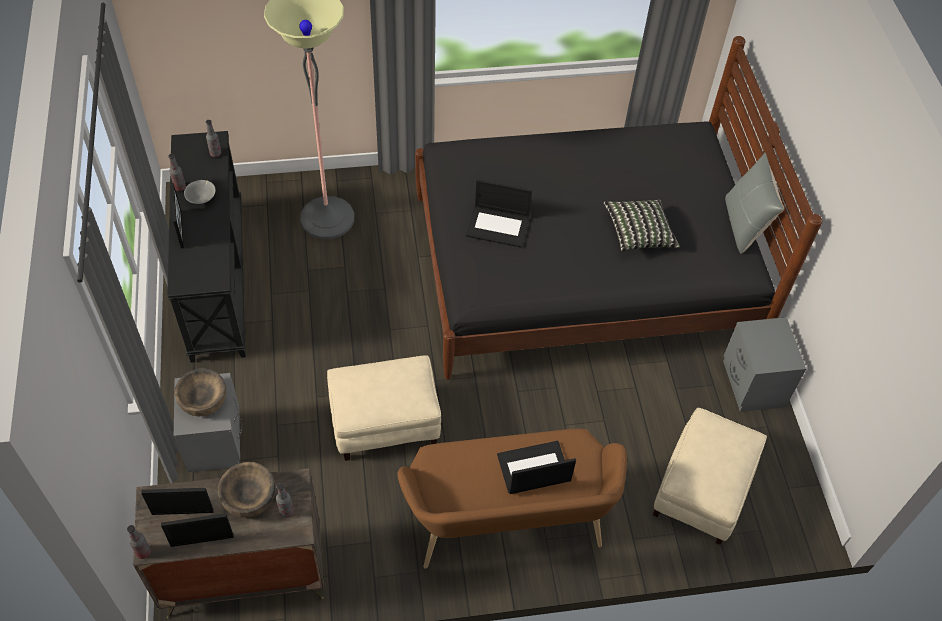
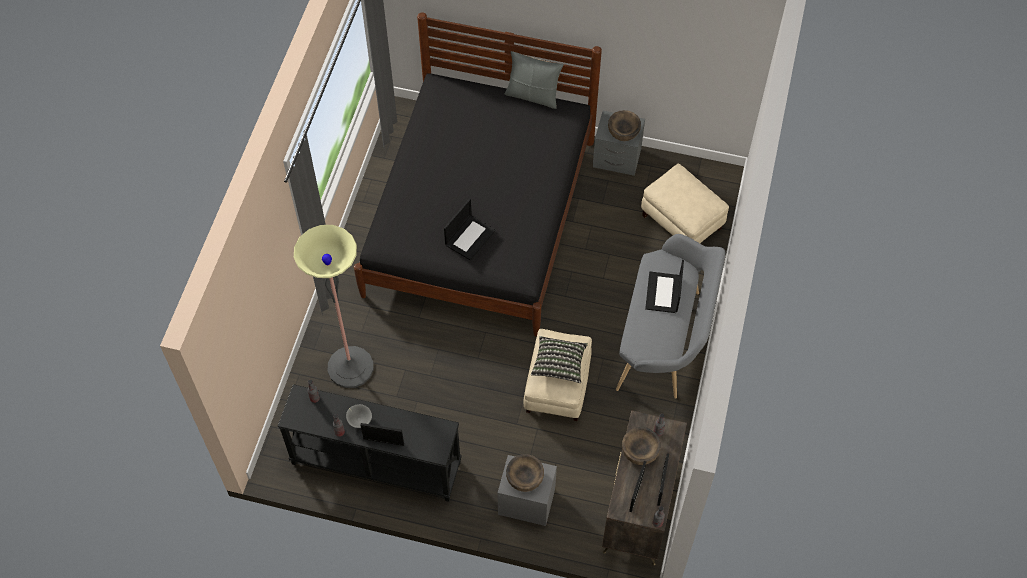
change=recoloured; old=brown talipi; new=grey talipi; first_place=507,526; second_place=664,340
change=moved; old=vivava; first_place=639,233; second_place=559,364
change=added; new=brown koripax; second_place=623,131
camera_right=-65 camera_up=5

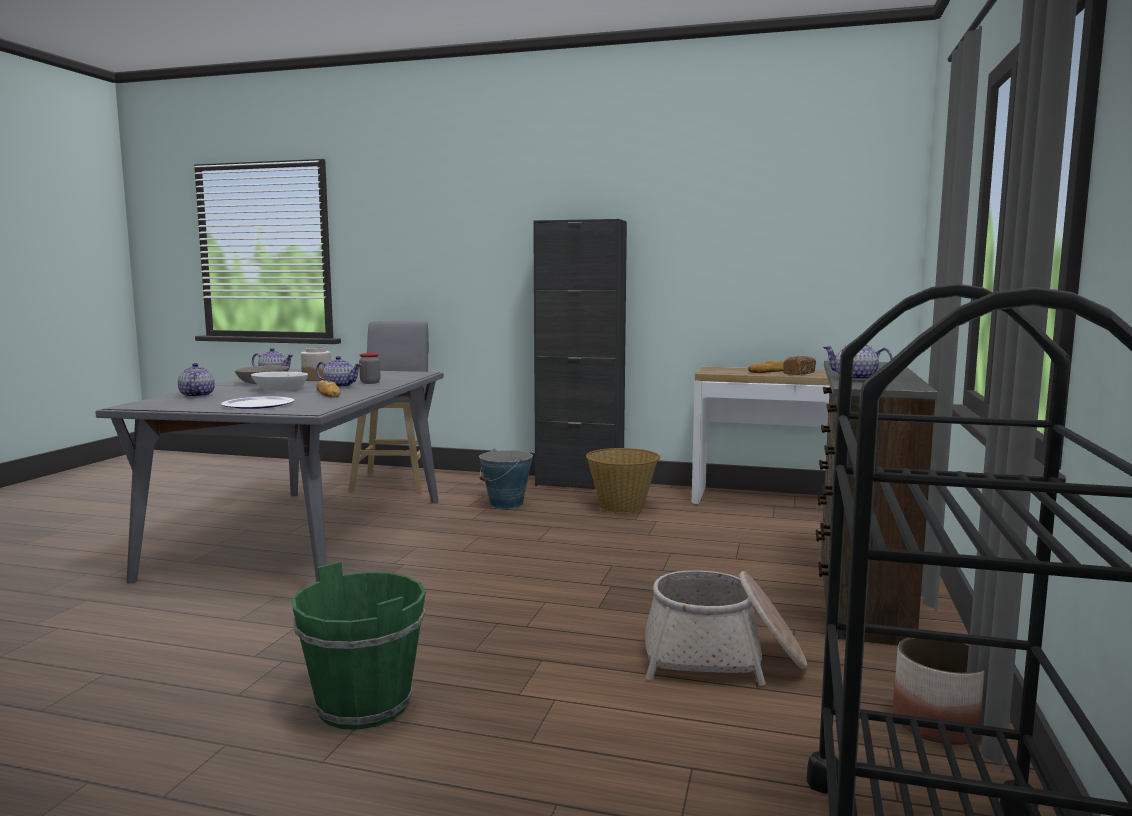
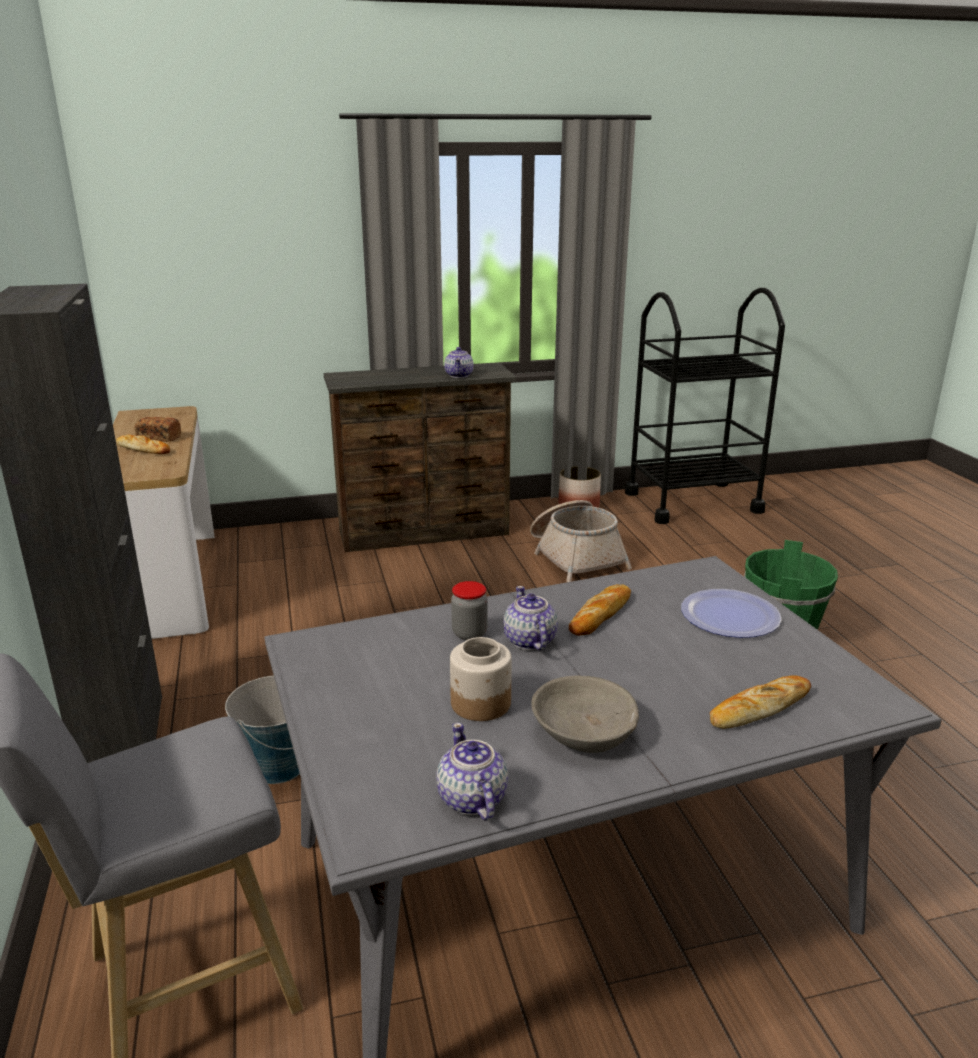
change=replaced; old=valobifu; new=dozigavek; first_place=196,395; second_place=759,708
change=removed; old=white koripax; first_place=280,389
change=removed; old=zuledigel; first_place=622,506
camera_right=-120 camera_up=15

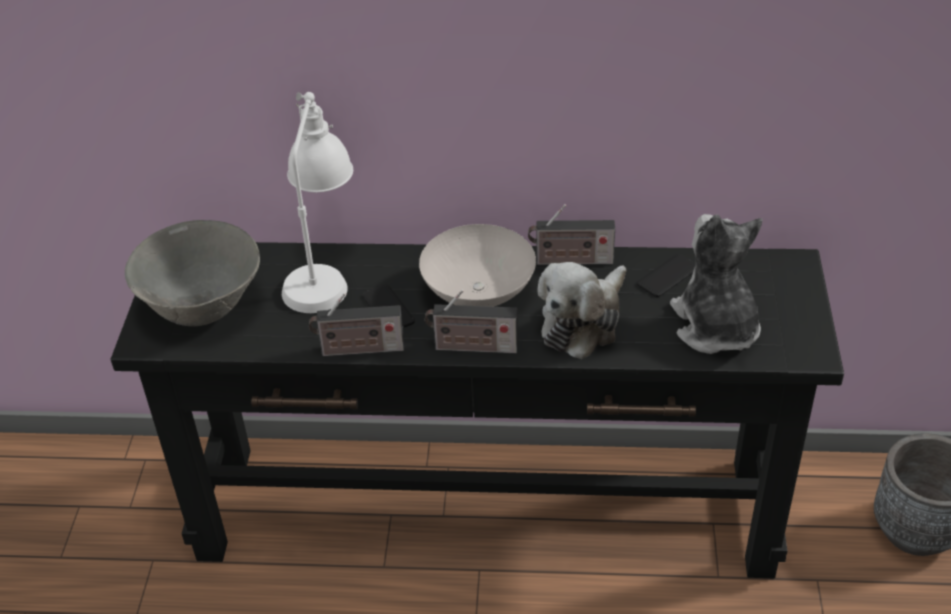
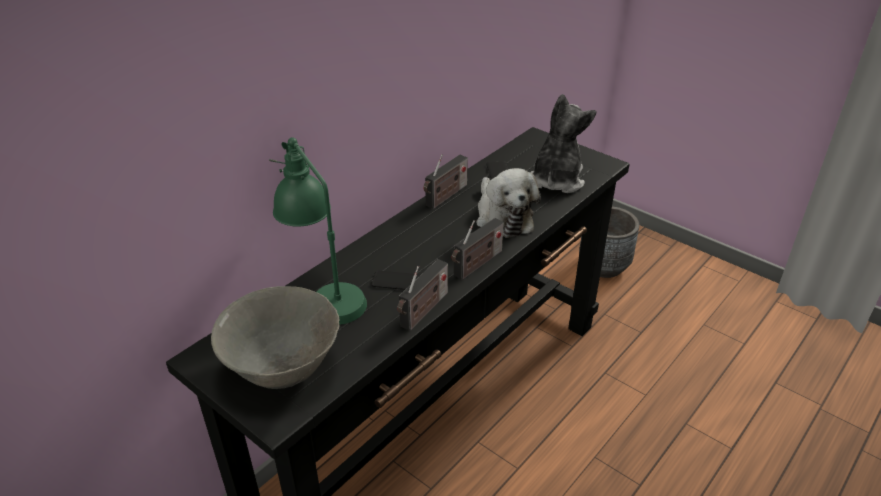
change=recoloured; old=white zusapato; new=green zusapato; first_place=322,271; second_place=323,293
change=removed; old=white koripax; first_place=477,294
change=turned; old=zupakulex; first_place=715,327; second_place=556,179; degrees=90
camera_right=-55 camera_up=-5

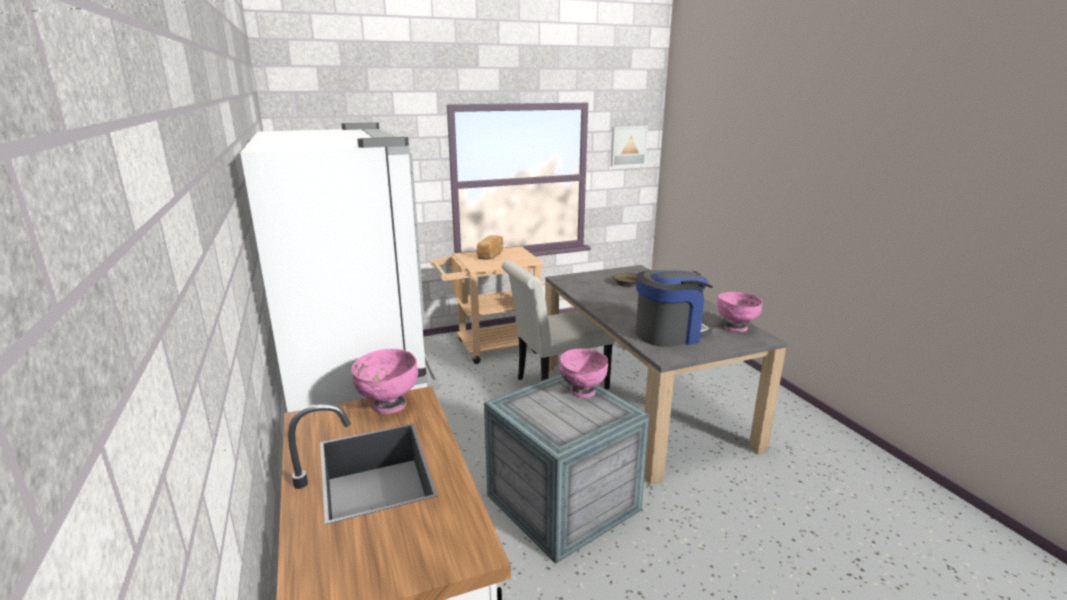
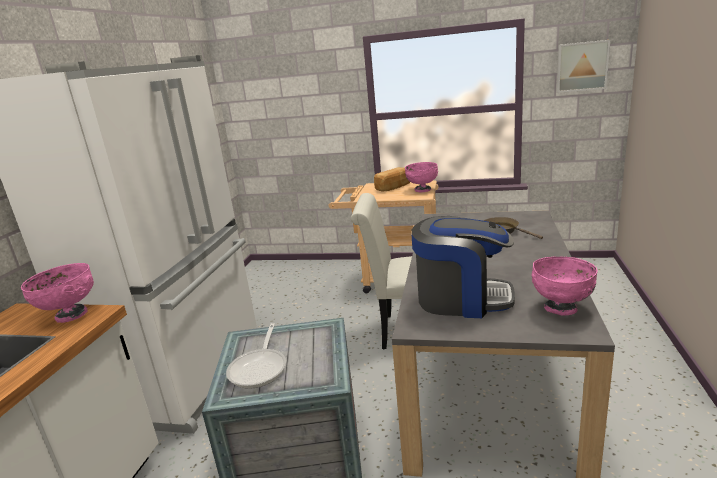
change=moved; old=pink koripax; first_place=582,392; second_place=422,190
change=added; new=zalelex; second_place=260,368
camera_right=35 camera_up=0

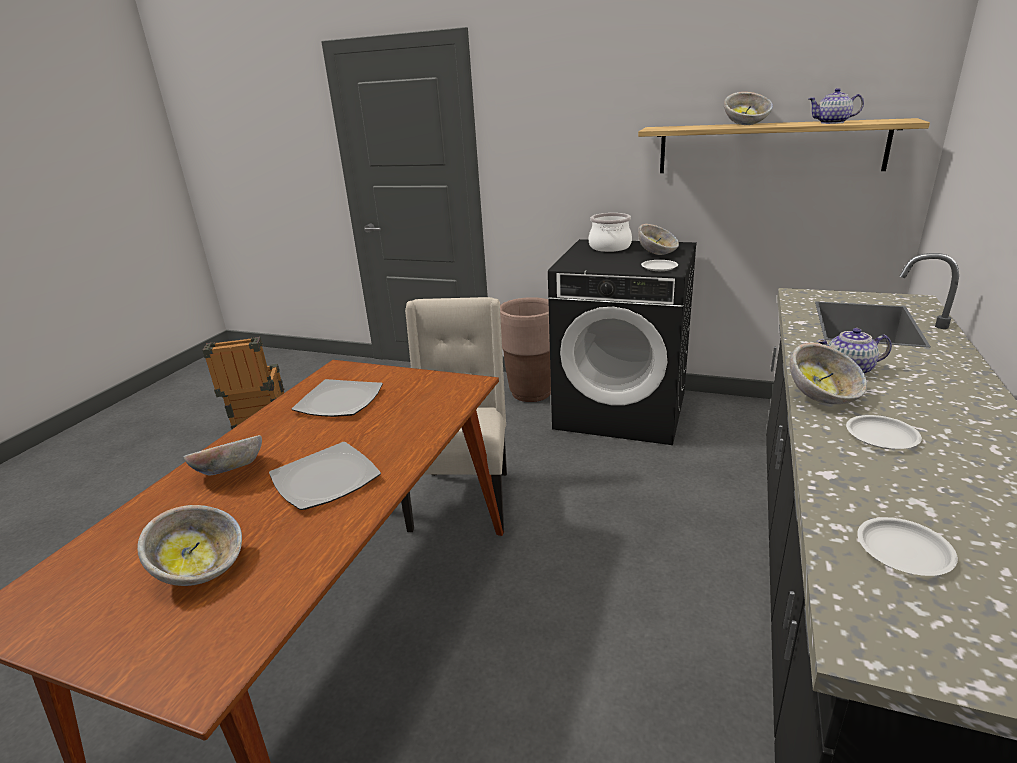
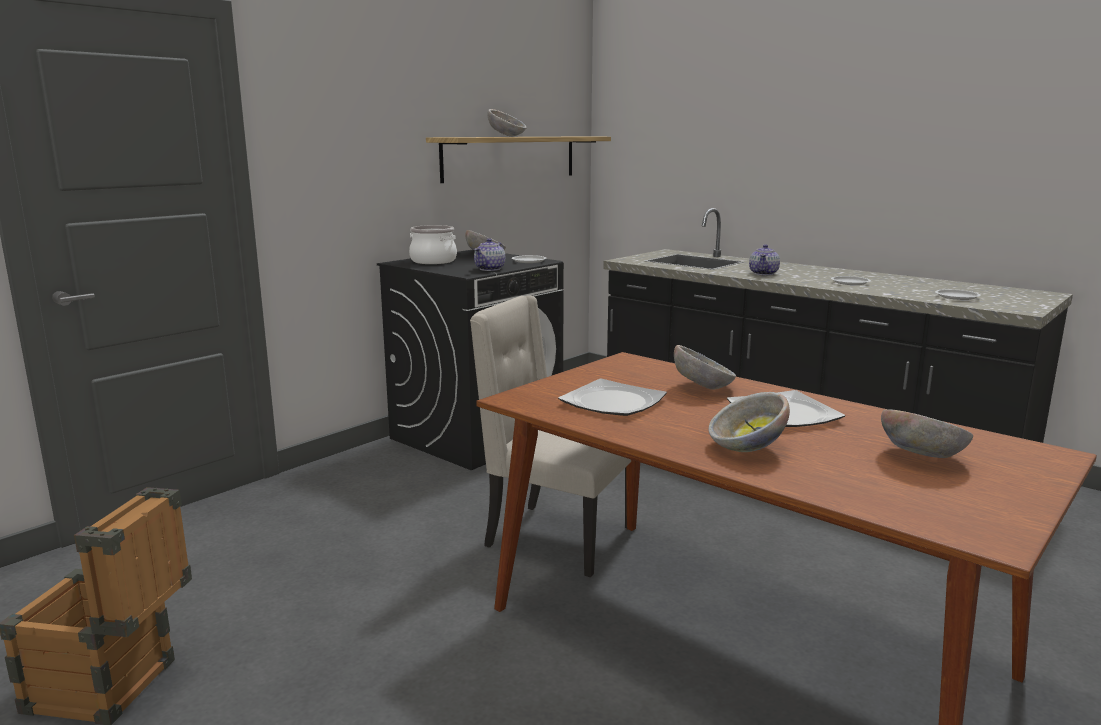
change=removed; old=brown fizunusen; first_place=531,393
change=moved; old=koripax; first_place=823,397; second_place=703,387
change=moved; old=valobifu; first_place=832,123; second_place=490,269
camera_right=-70 camera_up=-10

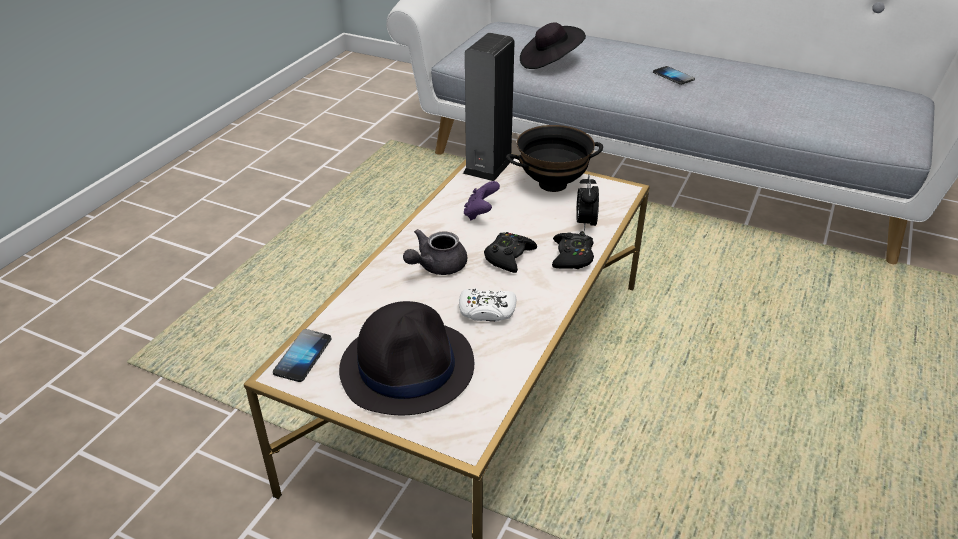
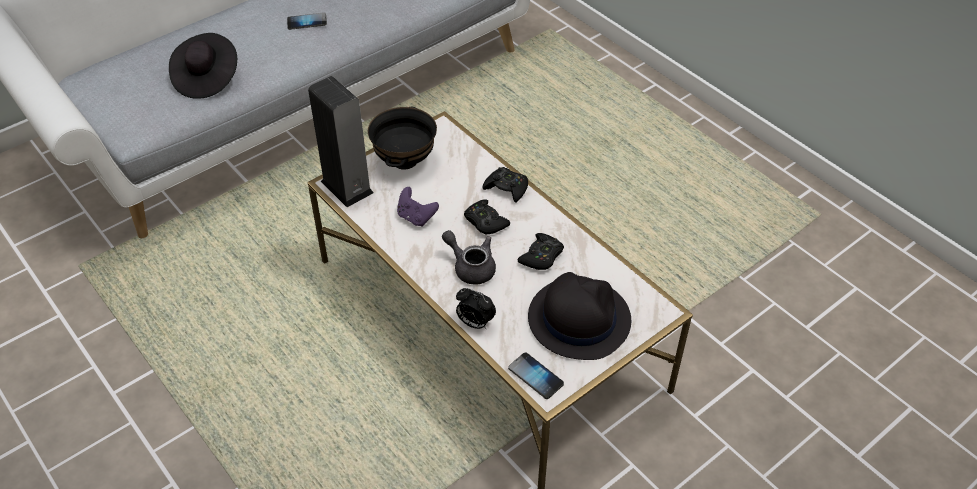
change=turned; old=grey valobifu; first_place=436,266; second_place=471,267; degrees=150
change=recoloured; old=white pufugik; new=black pufugik; first_place=487,311; second_place=541,256
change=moved; old=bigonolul; first_place=585,223; second_place=474,323
camera_right=-65 camera_up=10

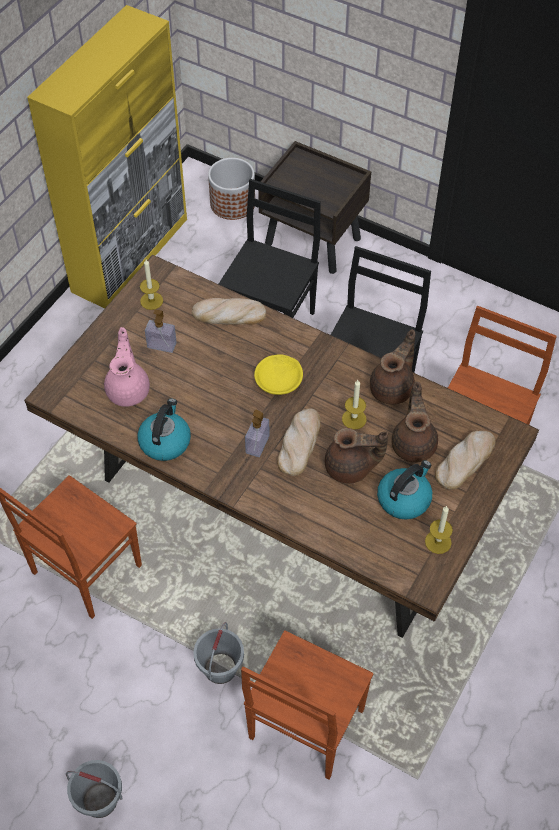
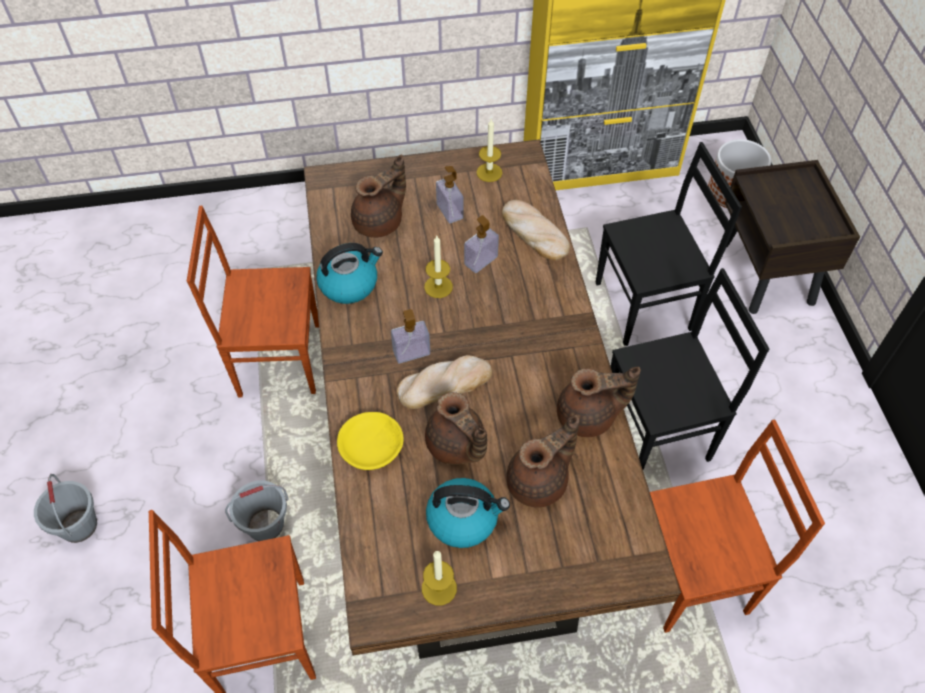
change=recoloured; old=pink valobifu; new=brown valobifu; first_place=129,389; second_place=380,222
change=moved; old=yellow koripax; first_place=279,380; second_place=372,447
change=moved; old=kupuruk; first_place=354,419; second_place=438,287
change=removed; old=dozigavek; first_place=465,460
change=added; new=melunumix; second_place=481,261
camera_right=50 camera_up=0

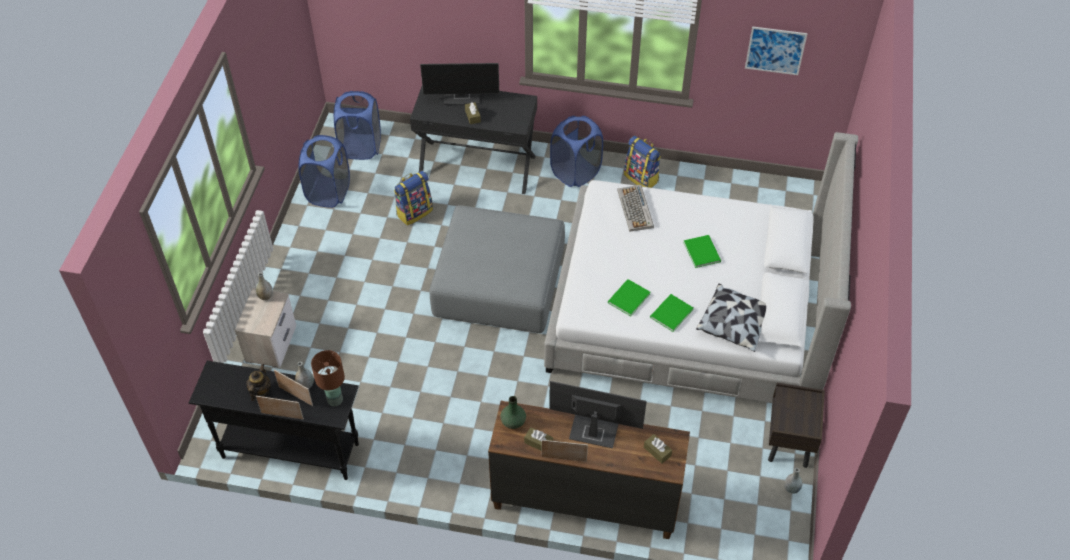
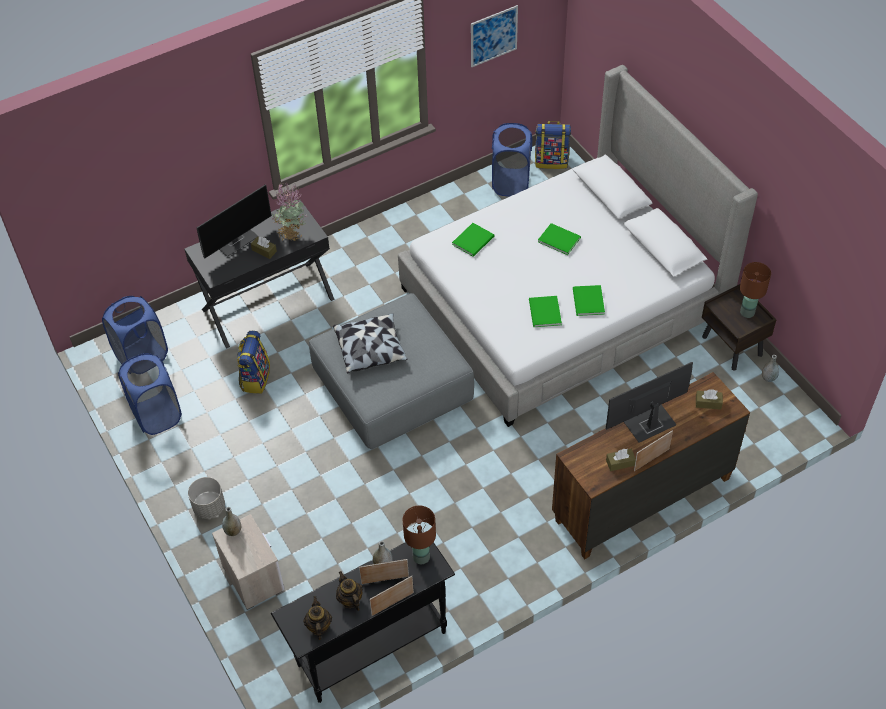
change=removed; old=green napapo; first_place=513,421
change=moved; old=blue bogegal; first_place=575,172; second_place=511,183
change=replaced; old=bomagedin; new=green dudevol; first_place=635,209; second_place=474,240
change=moved; old=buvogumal; first_place=641,178; second_place=551,161
change=moved; old=vivava; first_place=735,324; second_place=371,349
change=added; new=grey fizunusen; second_place=209,507
change=added; new=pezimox; second_place=291,233
change=added; new=valobifu; second_place=318,626
change=added; new=brown zusapato; second_place=747,312
camera_right=-40 camera_up=0

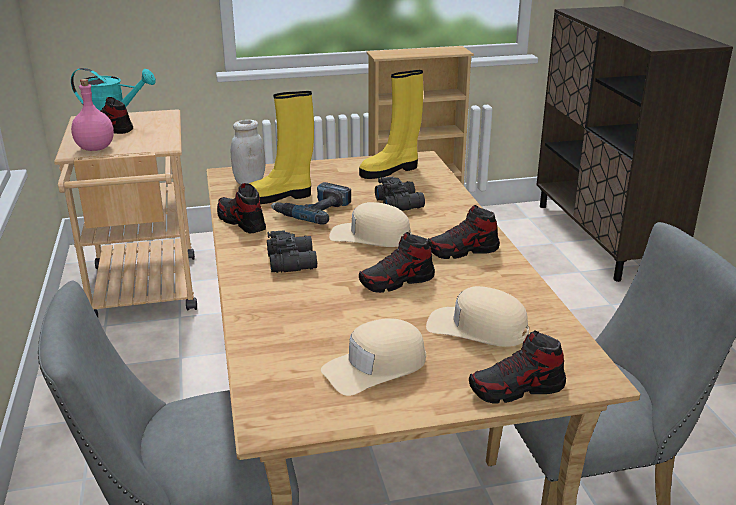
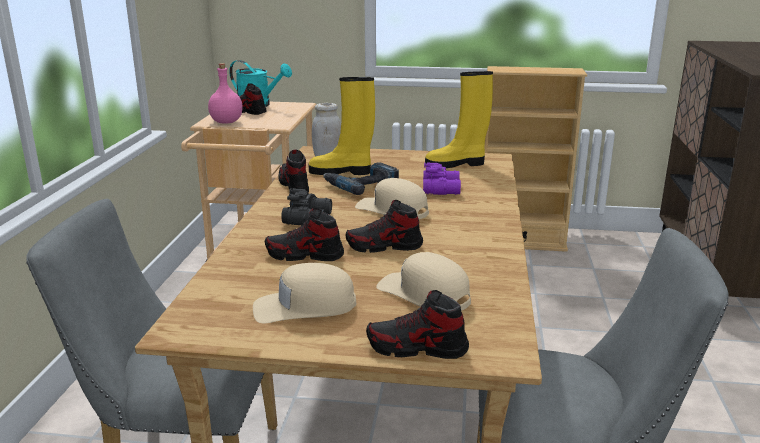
change=recoloured; old=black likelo; new=purple likelo; first_place=400,203; second_place=442,189
change=moved; old=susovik; first_place=463,251; second_place=304,255
camera_right=20 camera_up=-5

